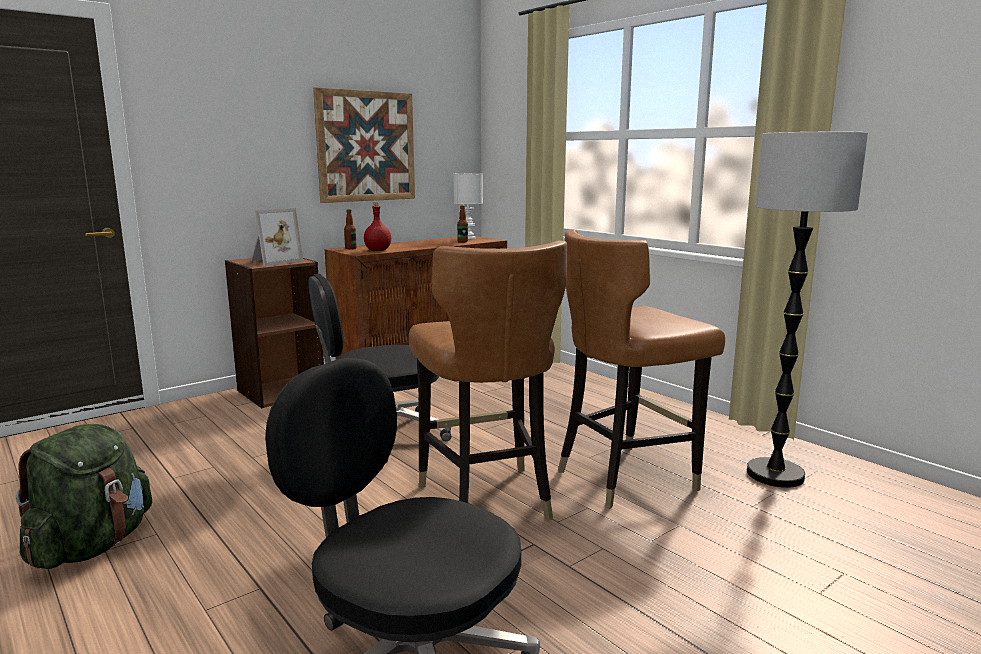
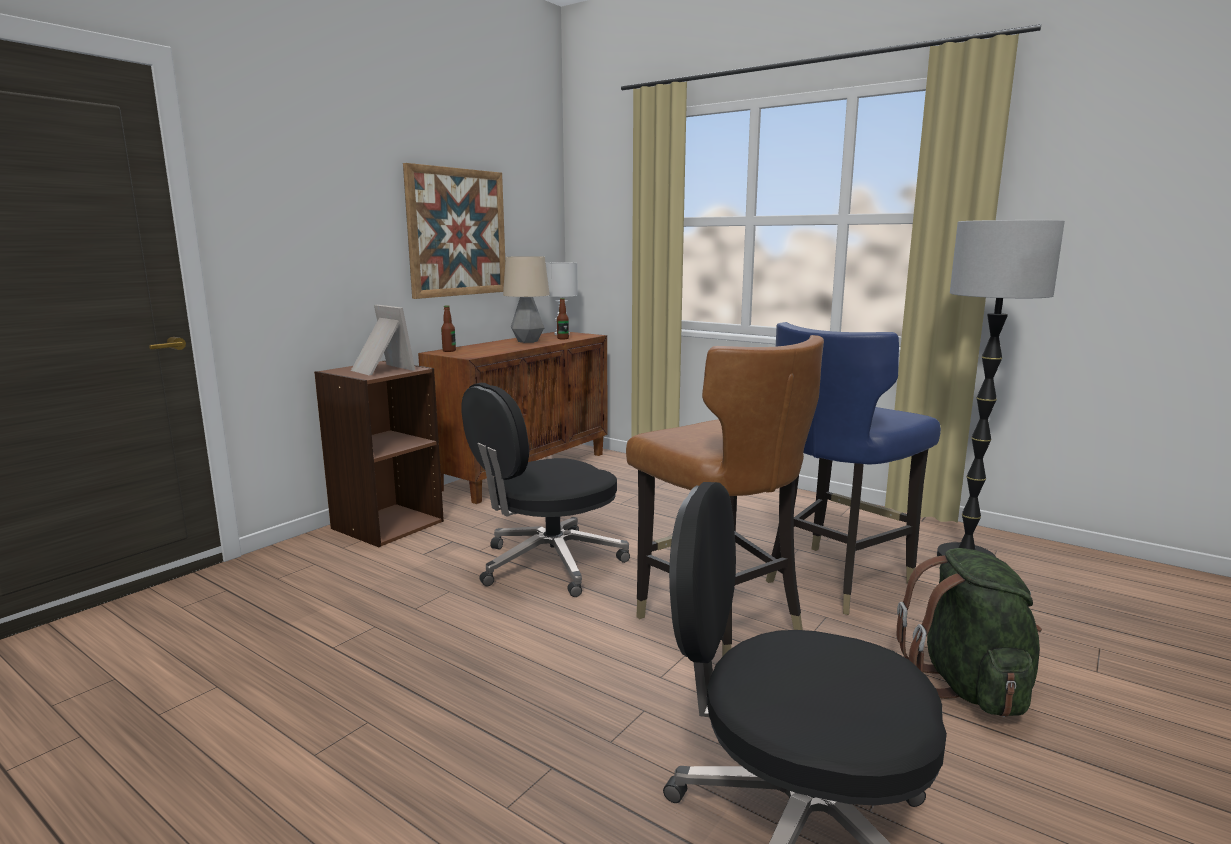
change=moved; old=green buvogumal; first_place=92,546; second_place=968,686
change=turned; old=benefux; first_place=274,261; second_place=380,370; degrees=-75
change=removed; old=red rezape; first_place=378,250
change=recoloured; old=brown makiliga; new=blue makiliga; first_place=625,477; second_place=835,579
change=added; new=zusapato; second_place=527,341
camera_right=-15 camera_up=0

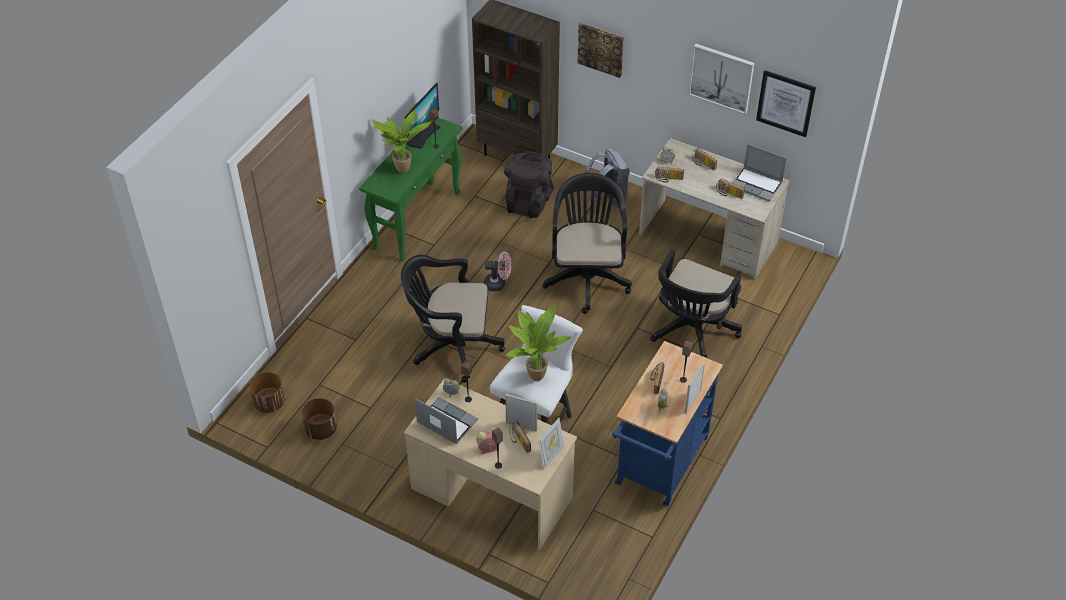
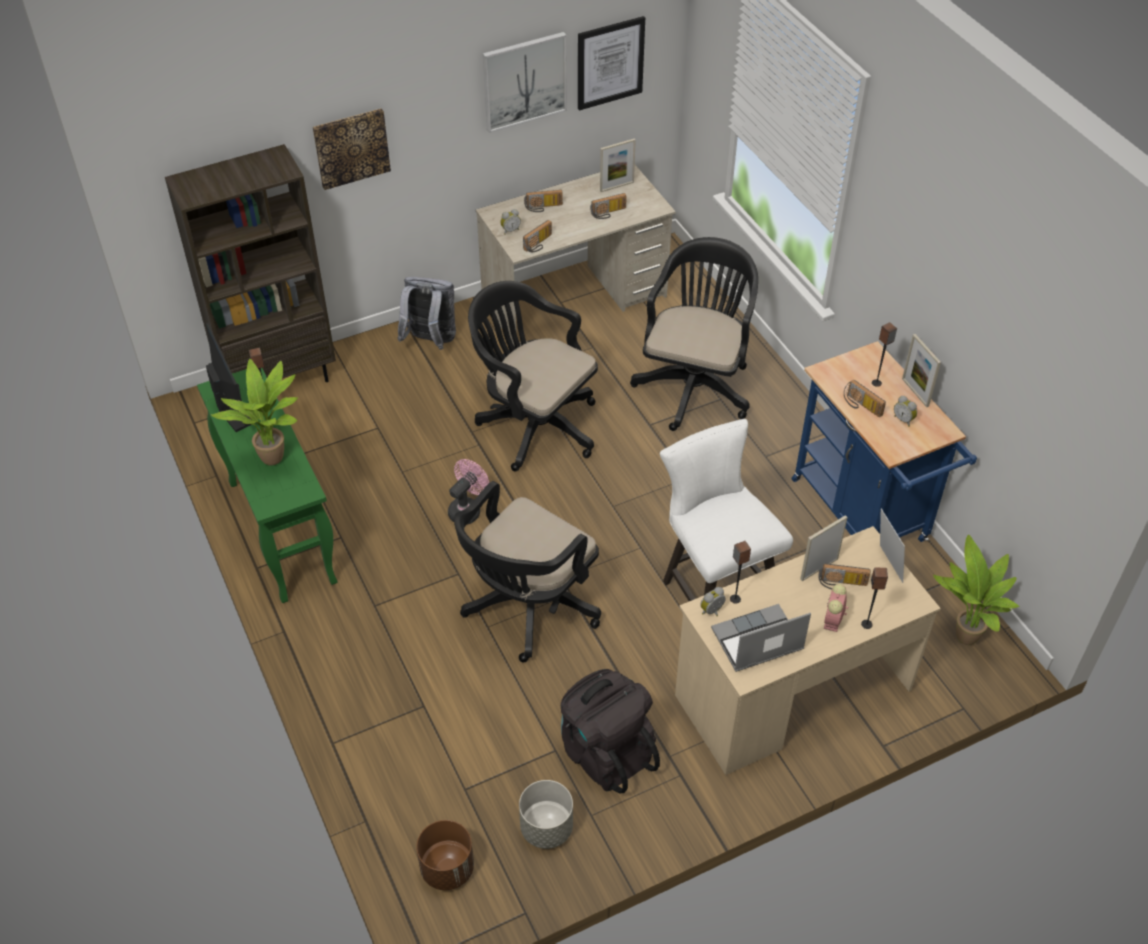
change=recoloured; old=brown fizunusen; new=grey fizunusen; first_place=321,429; second_place=546,828
change=moved; old=black buvogumal; first_place=529,201; second_place=605,751
change=moved; old=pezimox; first_place=535,374; second_place=962,638
change=turned; old=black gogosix; first_place=691,332; second_place=695,385; degrees=-135
change=replaced; old=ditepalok; new=benefux; first_place=757,185; second_place=616,186
camera_right=-55 camera_up=0

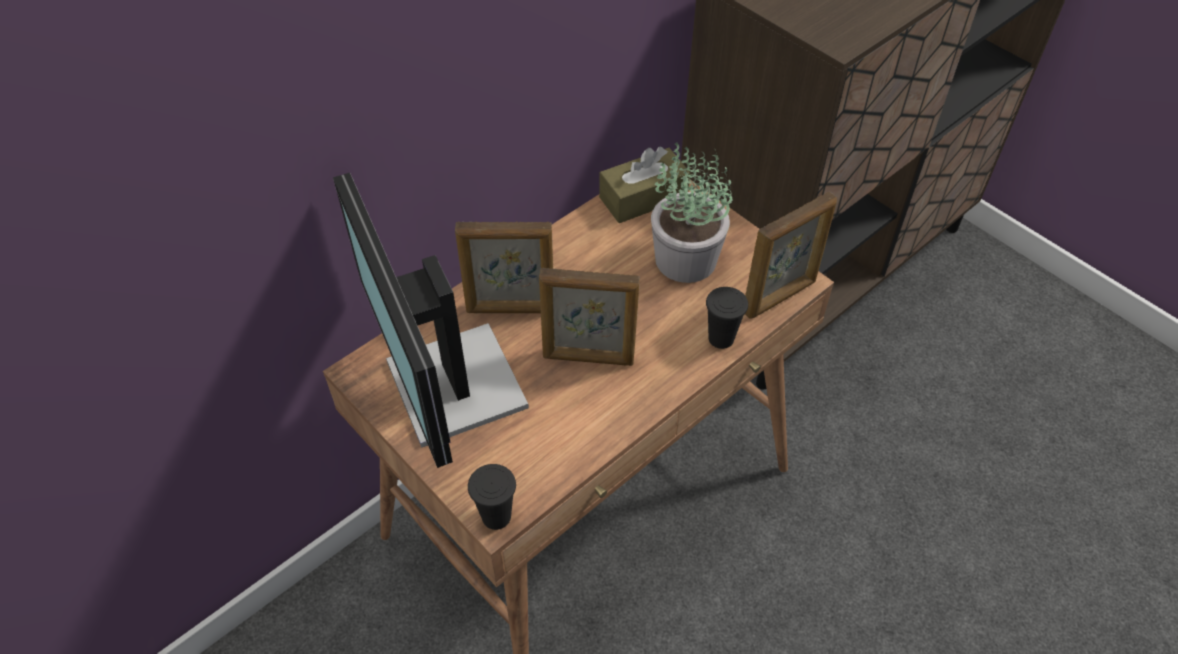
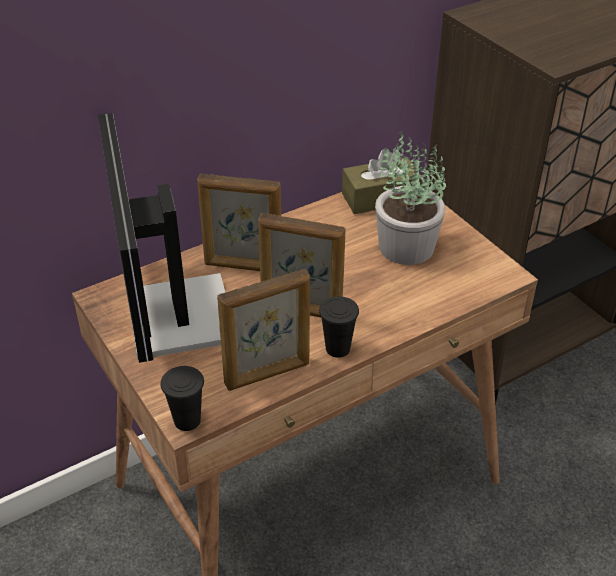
change=moved; old=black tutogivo; first_place=721,338; second_place=337,348
change=moved; old=benefux; first_place=780,297; second_place=268,374
camera_right=10 camera_up=-10

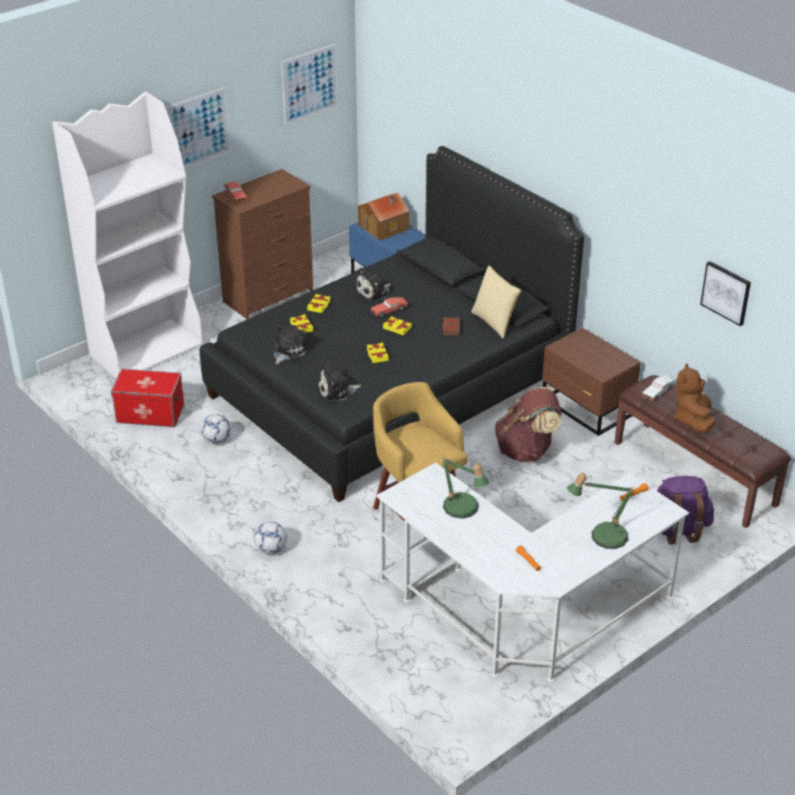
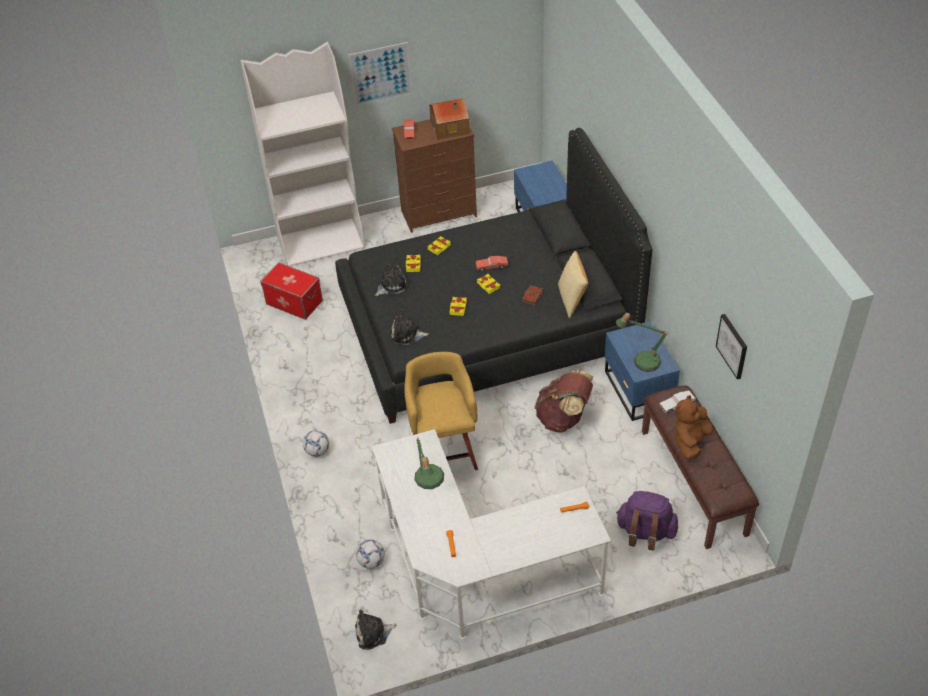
change=moved; old=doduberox; first_place=217,440; second_place=371,561
change=removed; old=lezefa; first_place=310,84
change=moved; old=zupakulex; first_place=374,292; second_place=373,633
change=moved; old=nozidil; first_place=384,227; second_place=450,127
change=recoloured; old=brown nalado; new=blue nalado; first_place=587,408; second_place=638,391
change=moved; old=zusapato; first_place=602,536; second_place=642,360
camera_right=25 camera_up=10

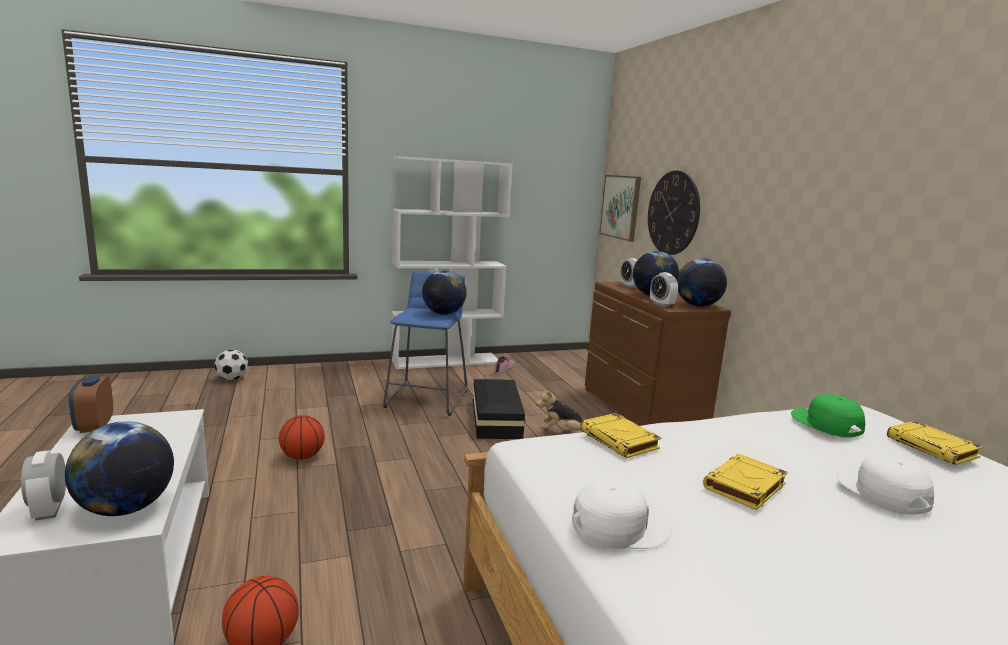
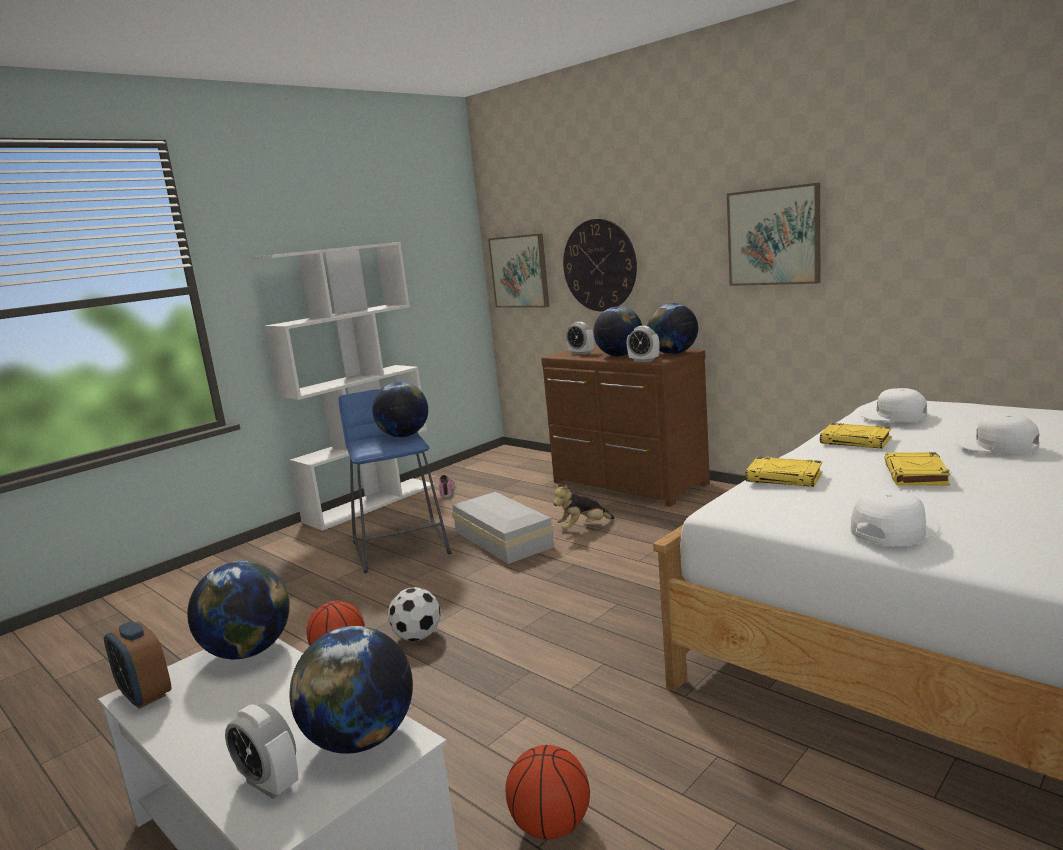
change=moved; old=doduberox; first_place=232,378; second_place=418,636
change=recoloured; old=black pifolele; new=white pifolele; first_place=497,418; second_place=503,538
change=recoloured; old=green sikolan; new=white sikolan; first_place=825,423; second_place=893,415
change=moved; old=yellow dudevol; first_place=932,447; second_place=856,441
change=added; new=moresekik; second_place=249,651
change=added; new=lezefa; second_place=774,236
camera_right=-25 camera_up=0

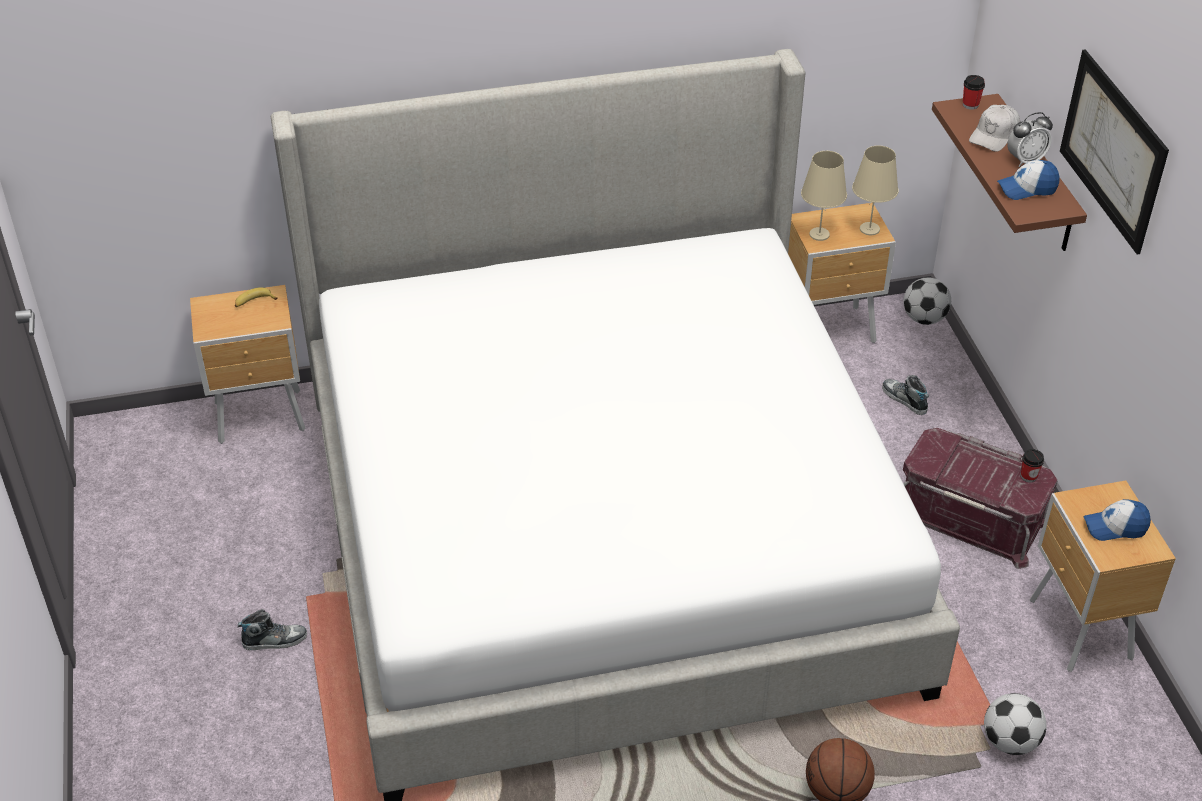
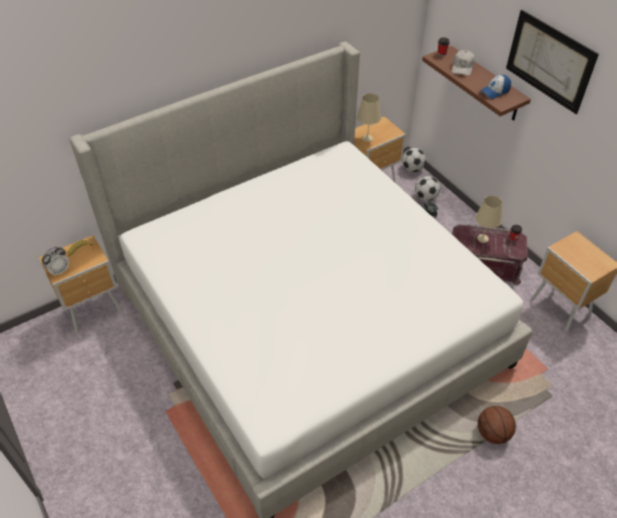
change=removed; old=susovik; first_place=274,640
change=moved; old=beige zusapato; first_place=870,229; second_place=483,238
change=moved; old=doduberox; first_place=1009,742; second_place=425,197
change=moved; old=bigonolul; first_place=1025,160; second_place=59,270
change=removed; old=sikolan; first_place=1115,527
camera_right=-20 camera_up=5

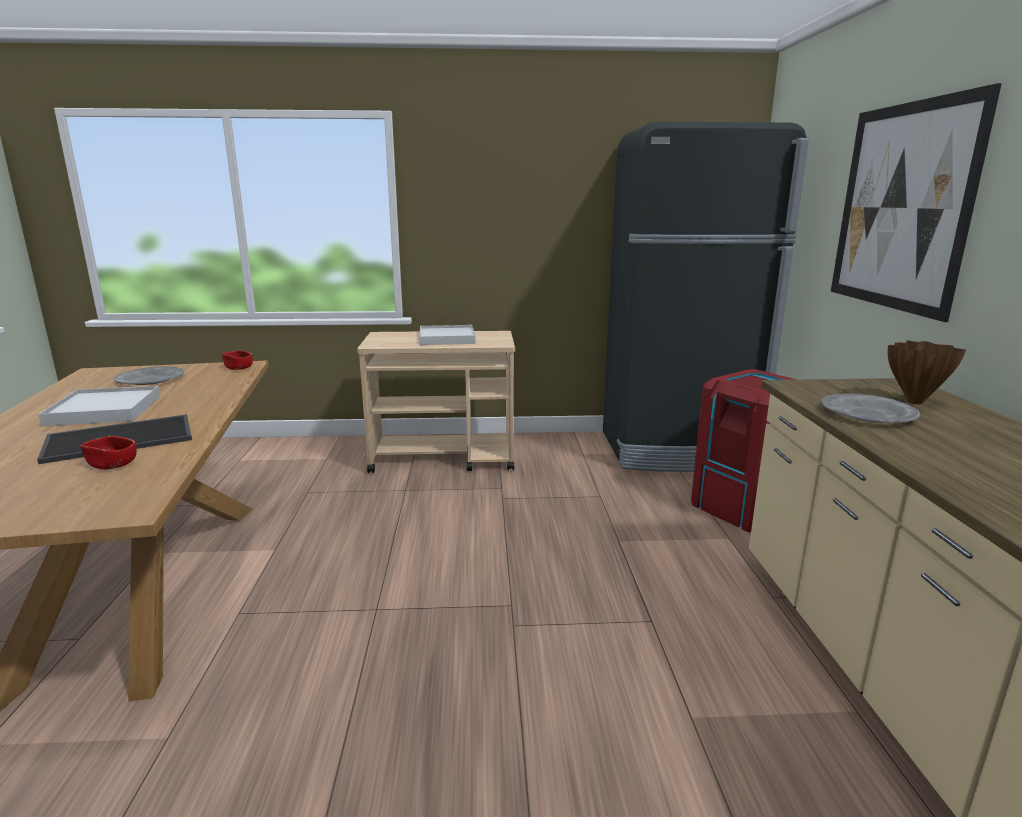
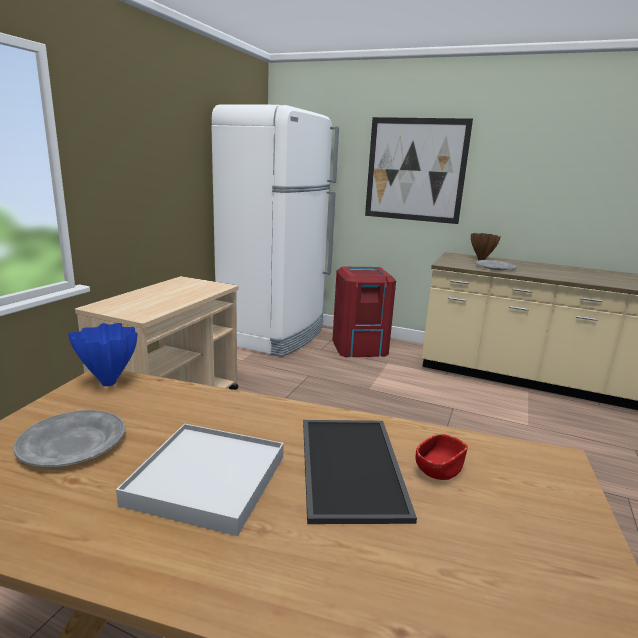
change=replaced; old=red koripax; new=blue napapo; first_place=238,368; second_place=110,383
change=removed; old=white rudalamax; first_place=446,338
change=recoloured; old=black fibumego; new=white fibumego; first_place=679,450; second_place=274,335
camera_right=-65 camera_up=0

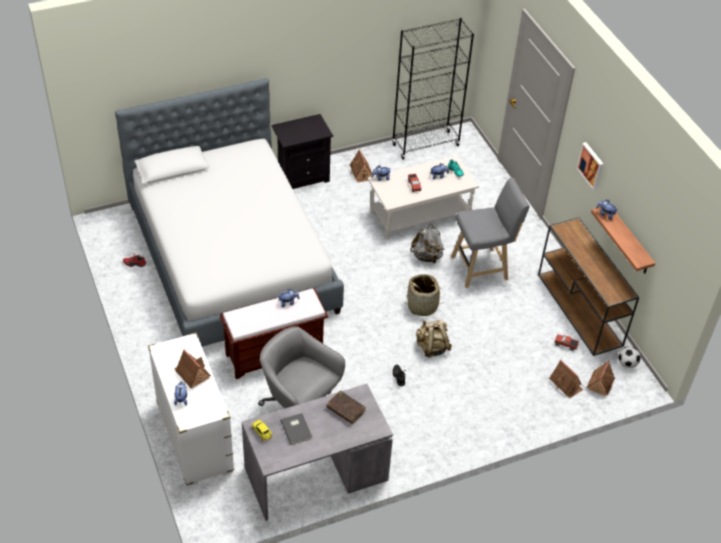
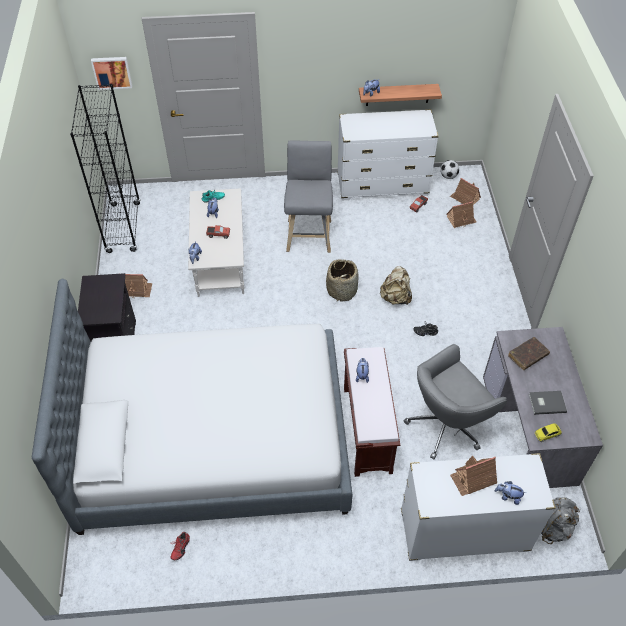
change=moved; old=grey buvogumal; first_place=427,256; second_place=553,527
change=replaced; old=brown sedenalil; new=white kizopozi; first_place=580,310; second_place=382,185
change=moved; old=lezefa; first_place=591,165; second_place=112,72
camera_right=-70 camera_up=5

